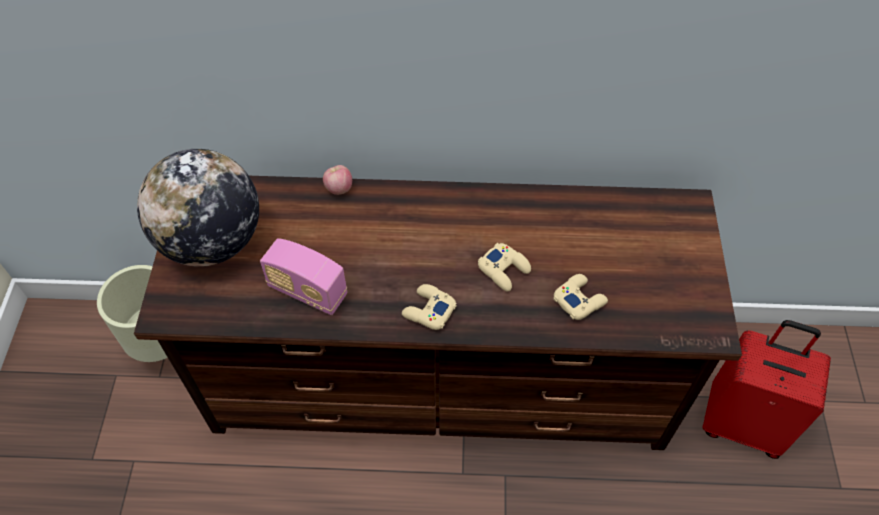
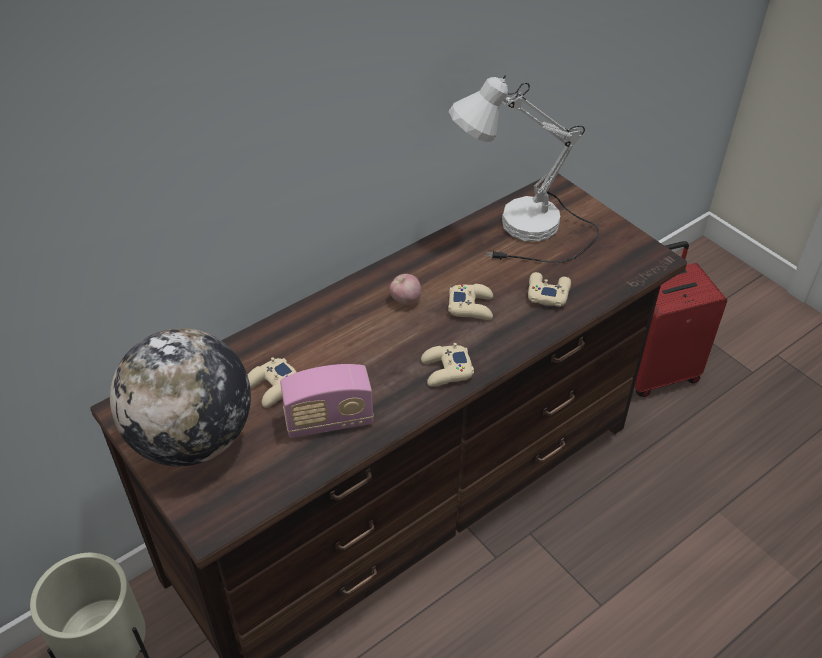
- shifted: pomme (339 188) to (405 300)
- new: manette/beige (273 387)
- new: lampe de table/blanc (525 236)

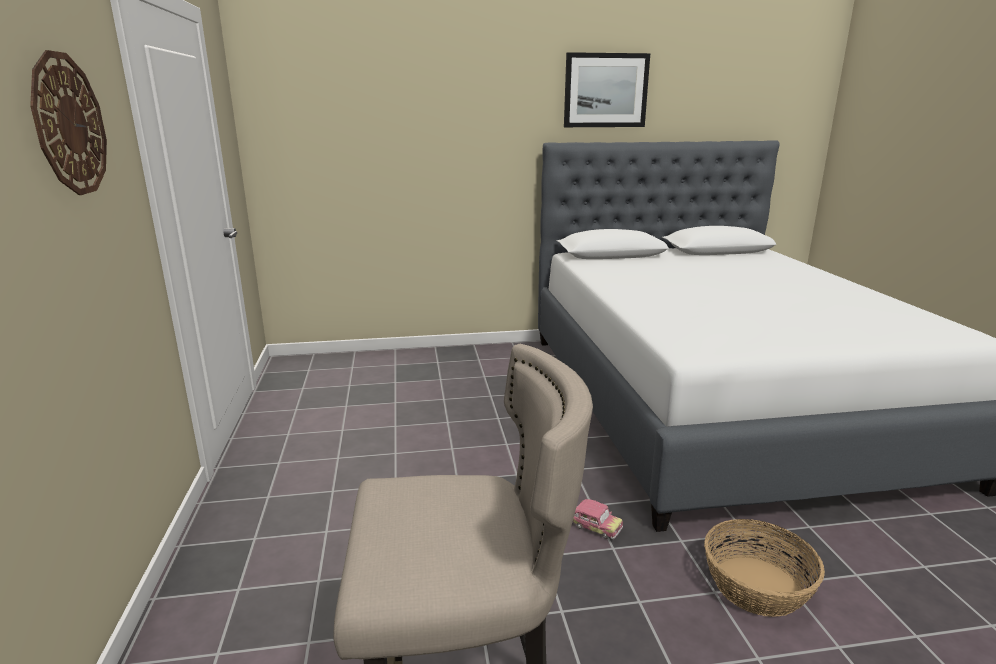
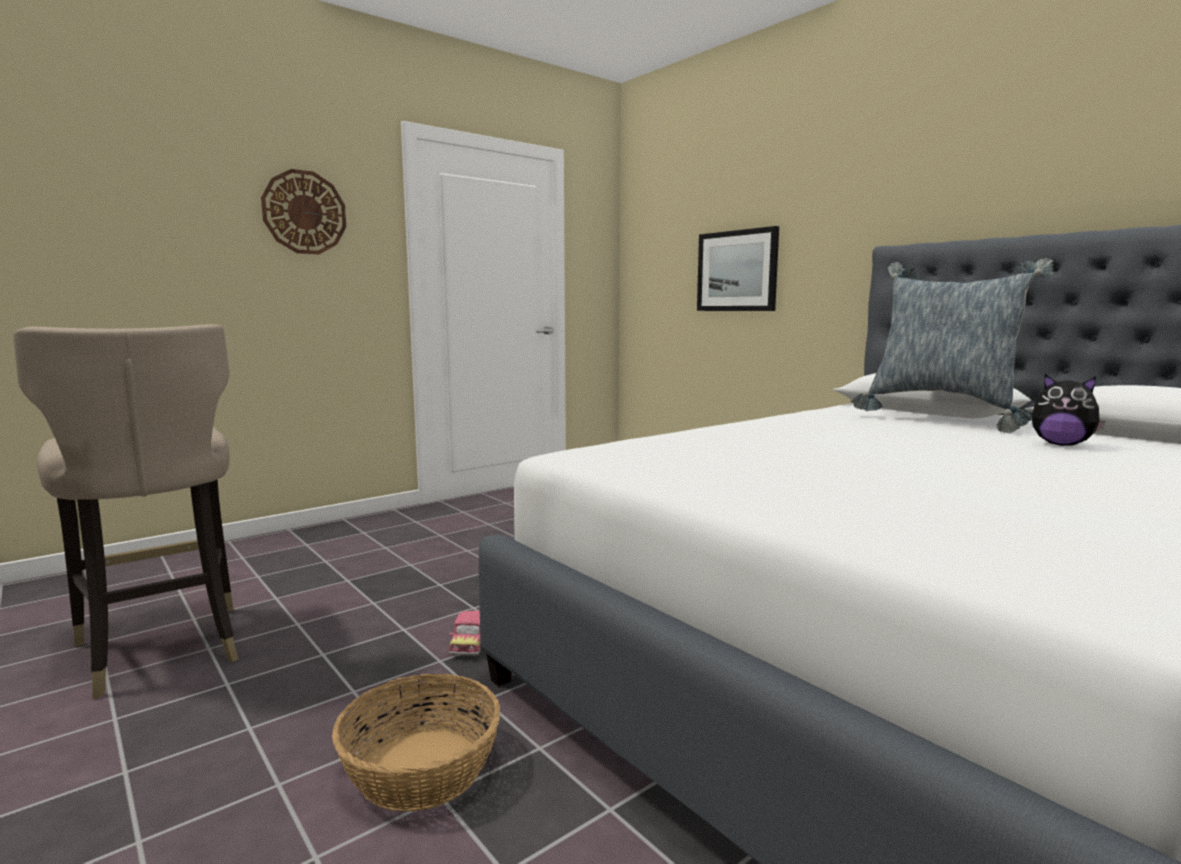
- shifted: tableau (605 90) to (737 271)
- new: coussin (941 421)
- new: peluche (1061 445)

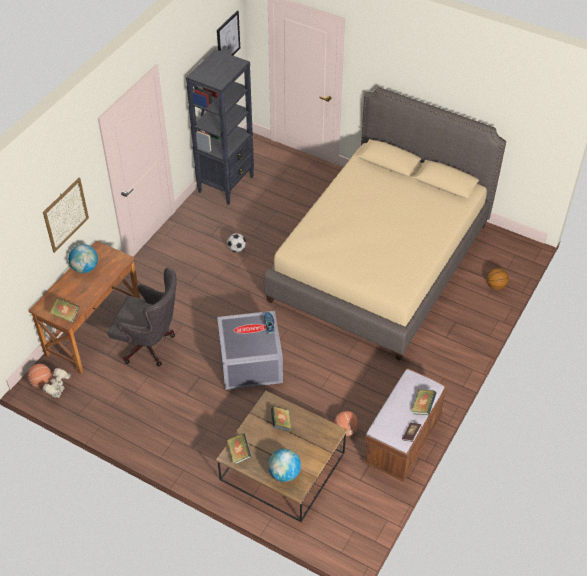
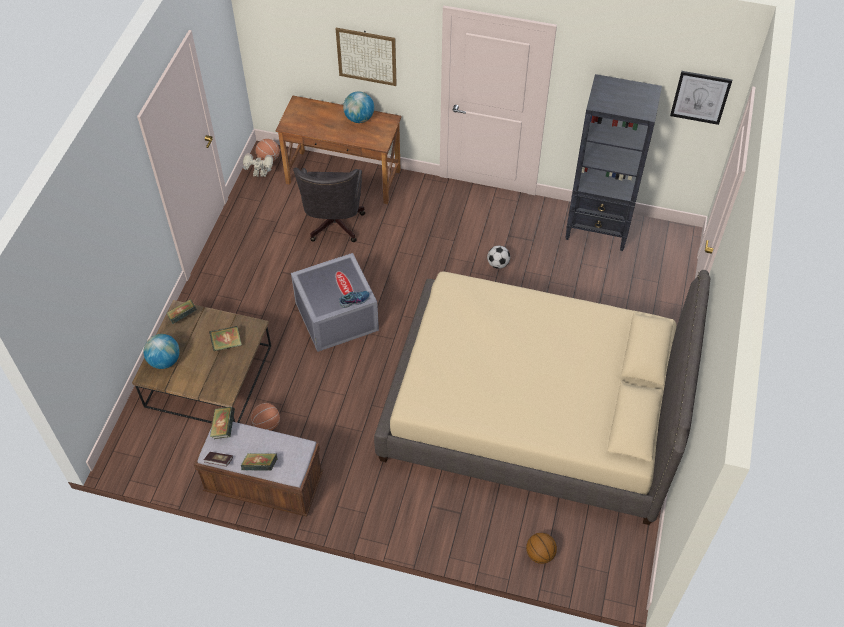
- shifted: livre (66 315) to (224 428)

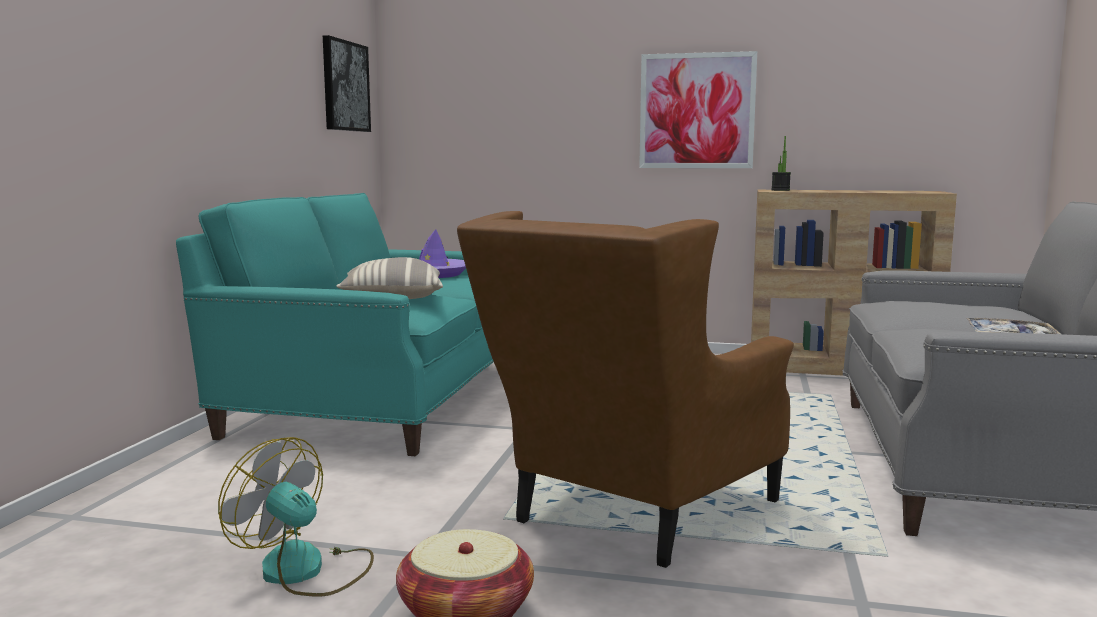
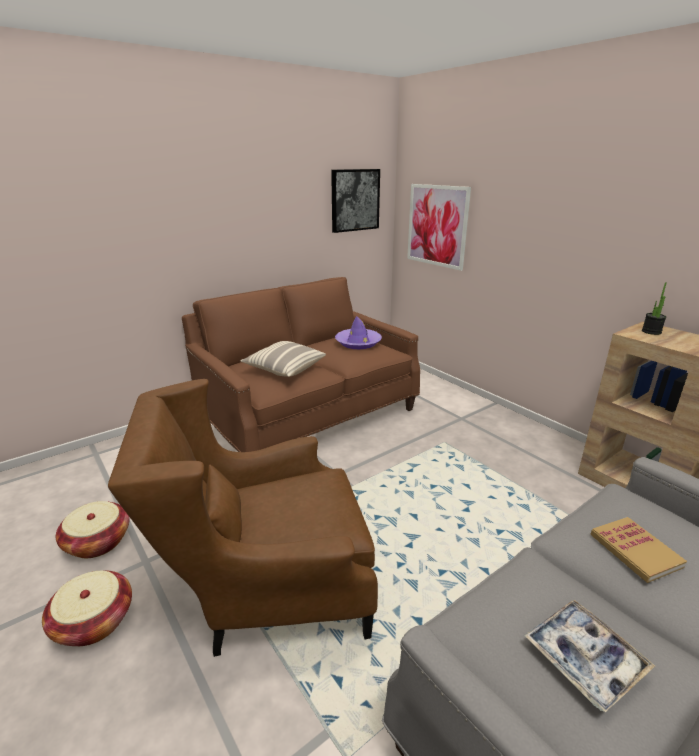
- repainted: canapé/turquoise (378 399) to canapé/marron (307 412)
- swapped: ventilateur (305 571) to panier (98 542)
- shifted: tableau (697 111) to (437 226)
- new: livre (635 550)

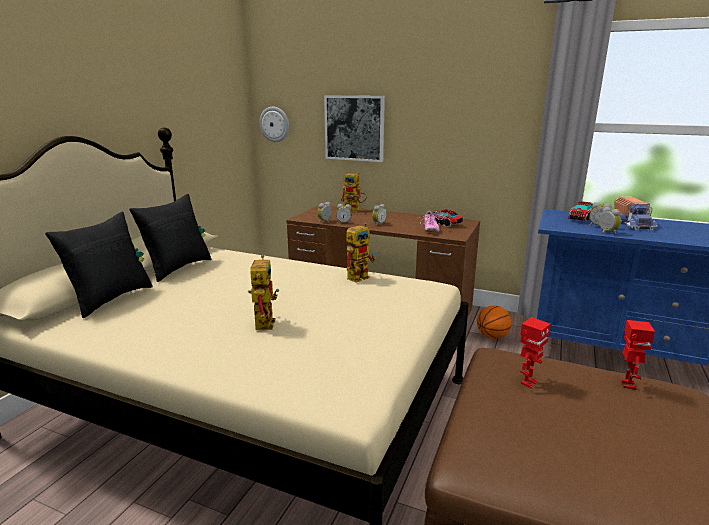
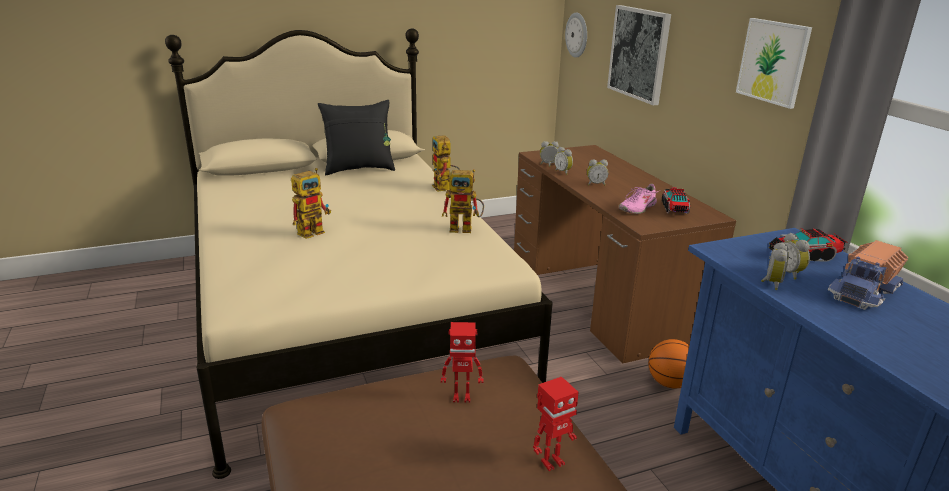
- gone: coussin/noir (111 299)
- shifted: robot jouet (355 210) to (444 189)
- new: tableau (773 62)

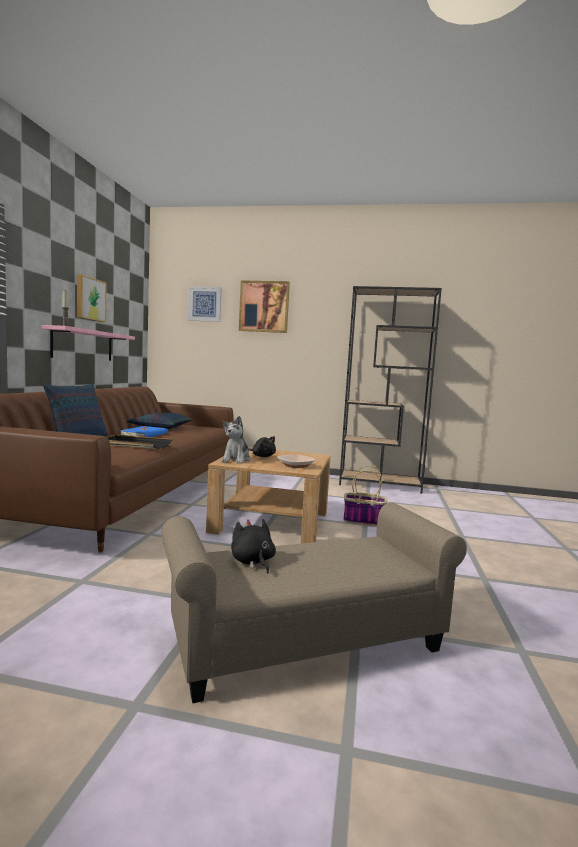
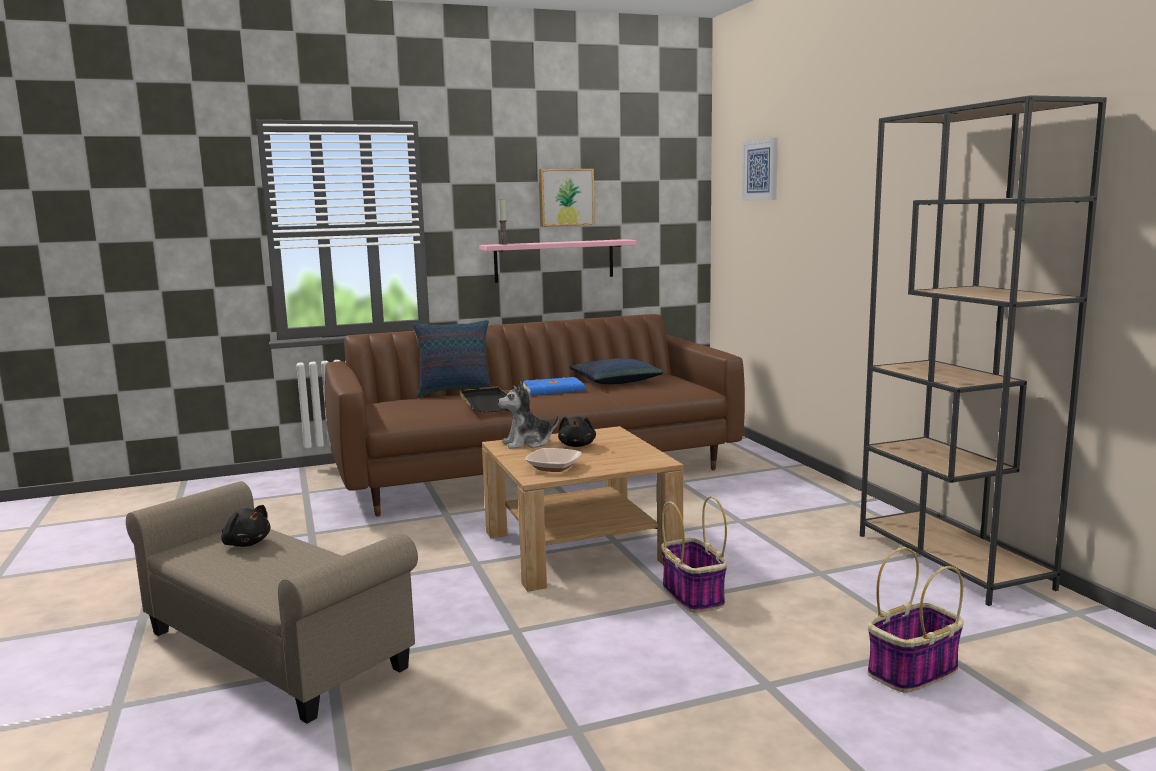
- rotated: peluche/noir (253 562) = (246 543) 90 degrees clockwise
- gone: tableau (264 306)
- new: panier (912 672)

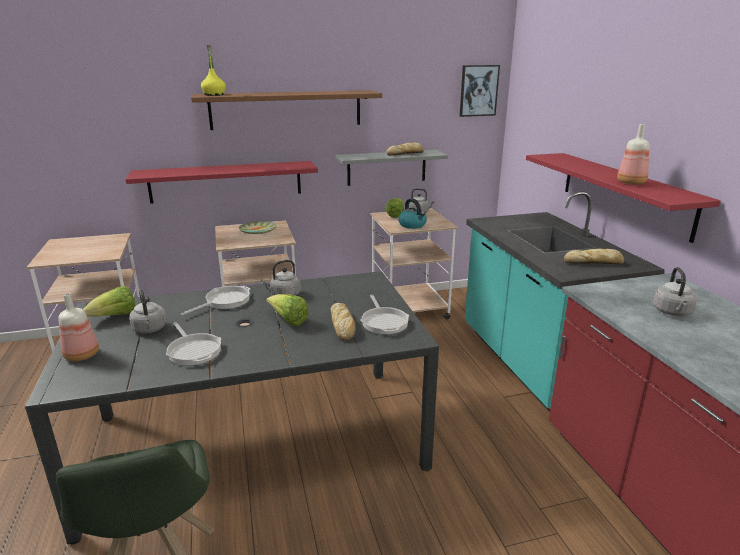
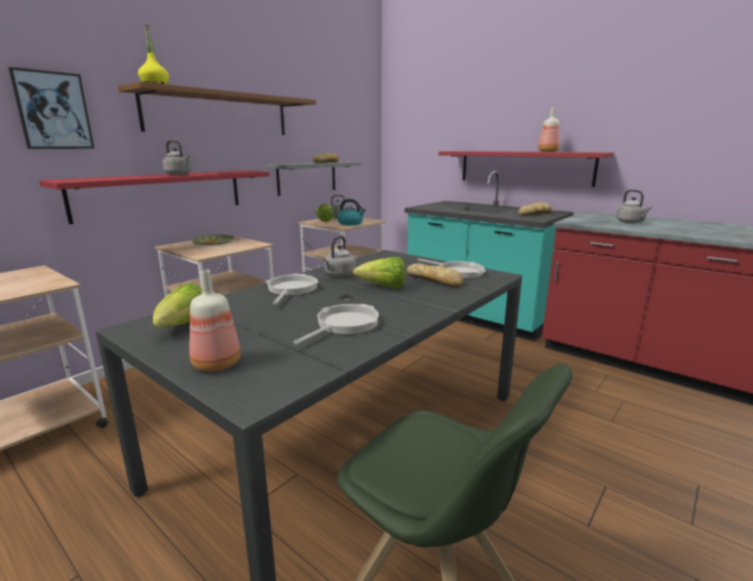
- shifted: bouilloire/gris (150 329) to (179 174)
- rotated: poêle (193 350) = (344 325) 75 degrees counterclockwise
- shifted: tableau (478 90) to (53 111)

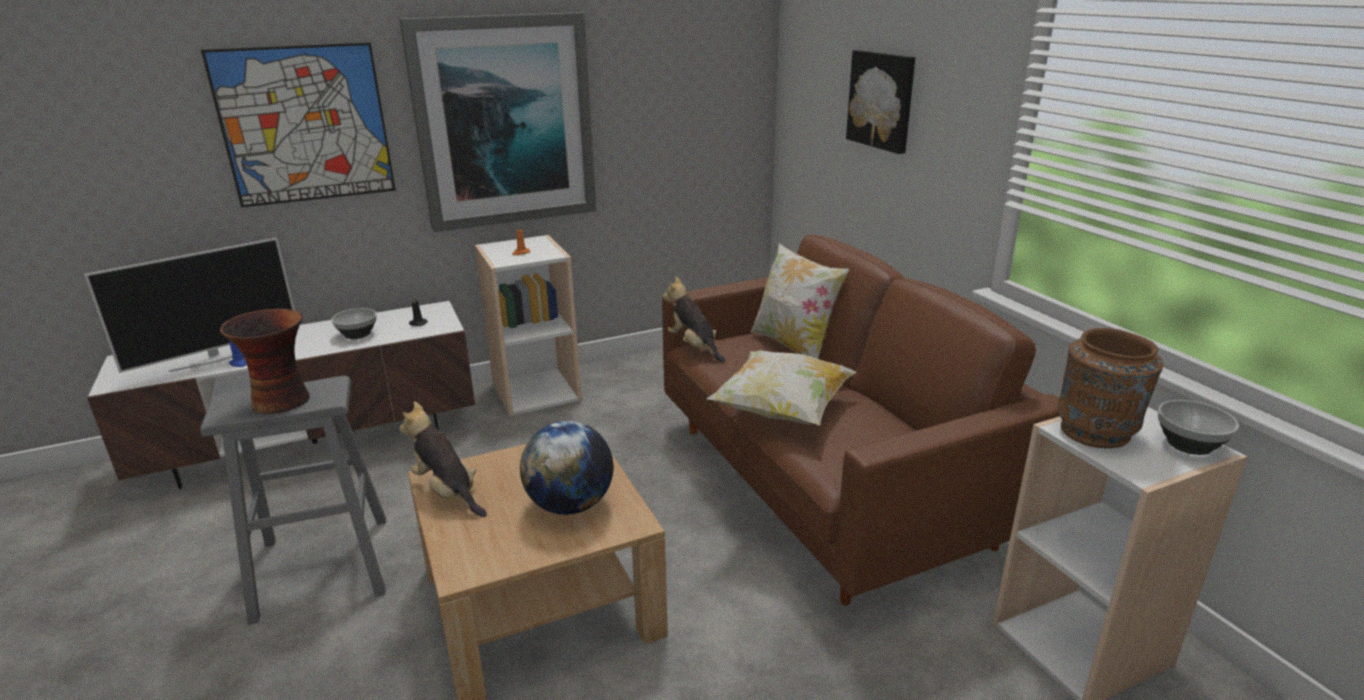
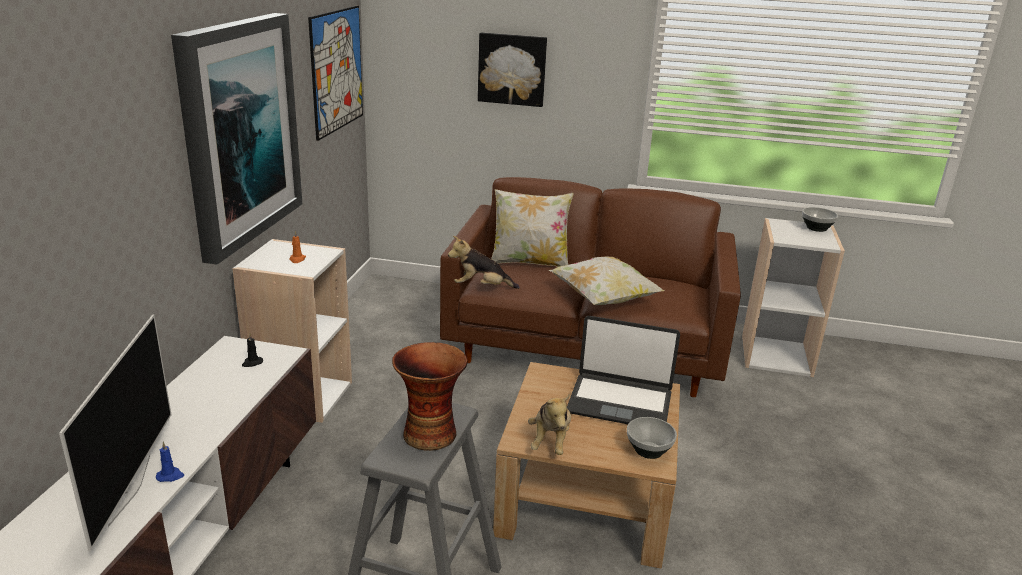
- shifted: tableau (305 125) to (337 70)
- shifted: bol (358 334) to (648 450)
- rotated: peluche (448 492) = (550 441) 75 degrees counterclockwise
- swapped: globe (570 505) to ordinateur portable (619 402)
- gone: vase/marron (1096 433)

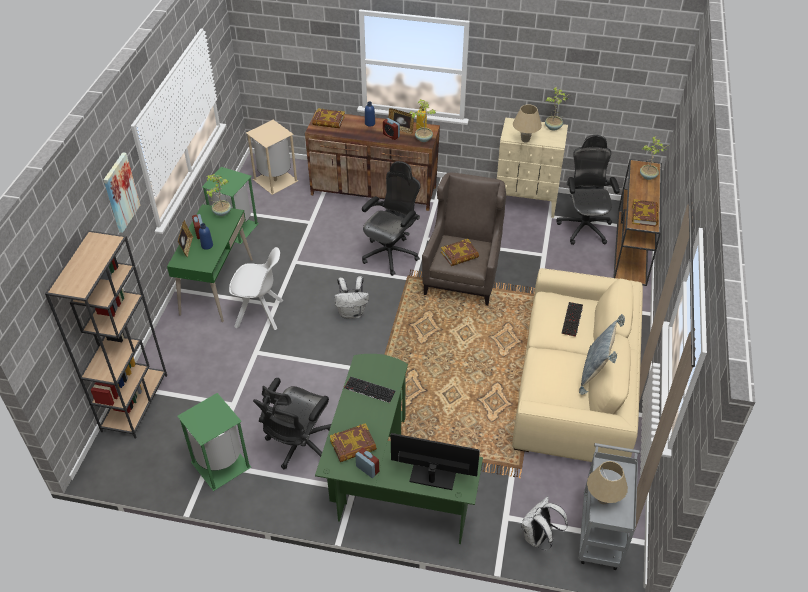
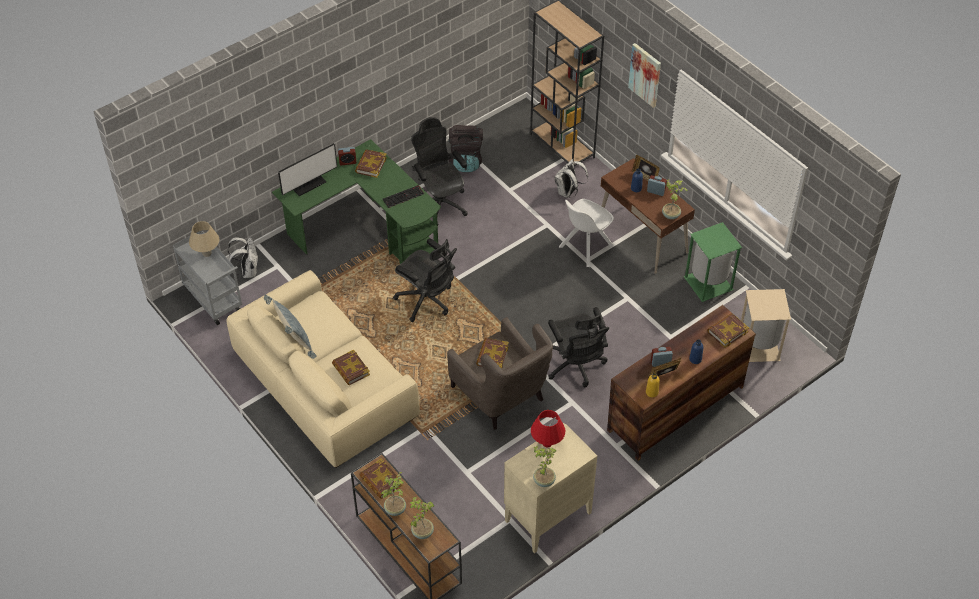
- repainted: bureau/vert (216 286) to bureau/marron (642 237)
- swapped: poubelle/vert (219 464) to sac à dos/noir (466 161)
- shifted: sac à dos/blanc (352 313) to (568 192)
- shifted: plante en pot (423 138) to (396 509)
- repainted: lampe de table/beige (525 139) to lampe de table/rouge (547 443)
- shifted: chaise de bureau (584 226) to (427 301)
- swapped: clavier (572 319) to livre (350 370)

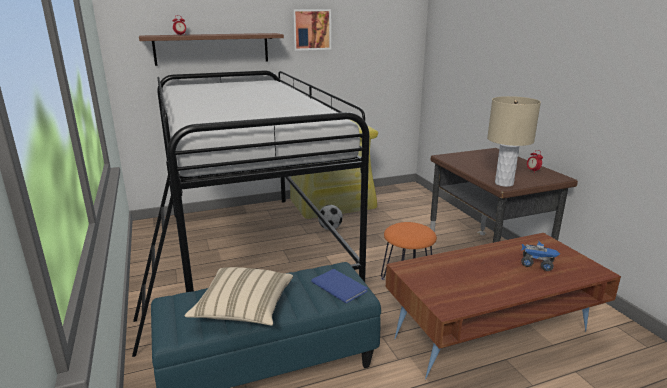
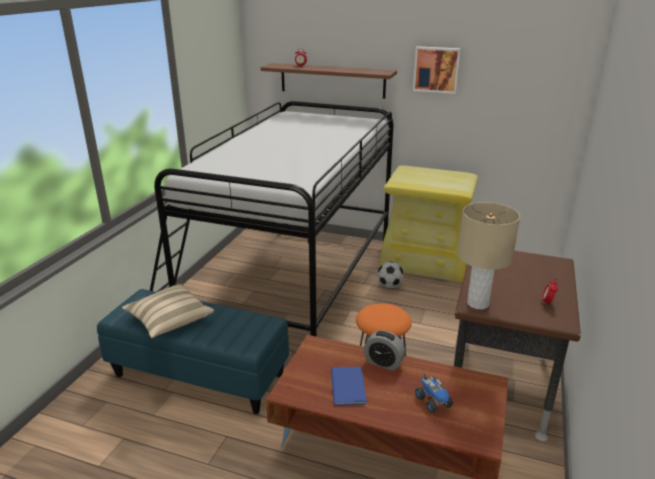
- shifted: livre/bleu (339 285) to (349 385)
- new: réveil (383 363)

